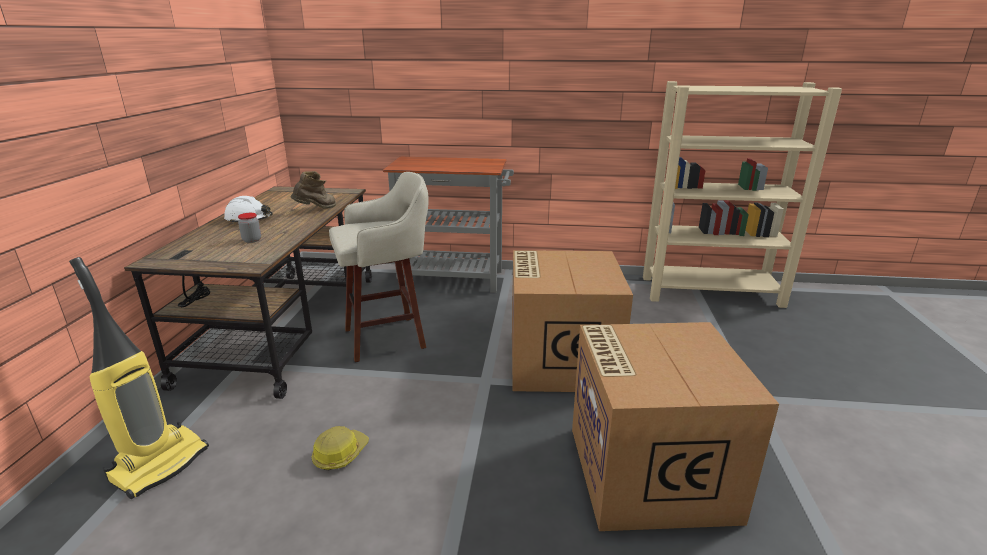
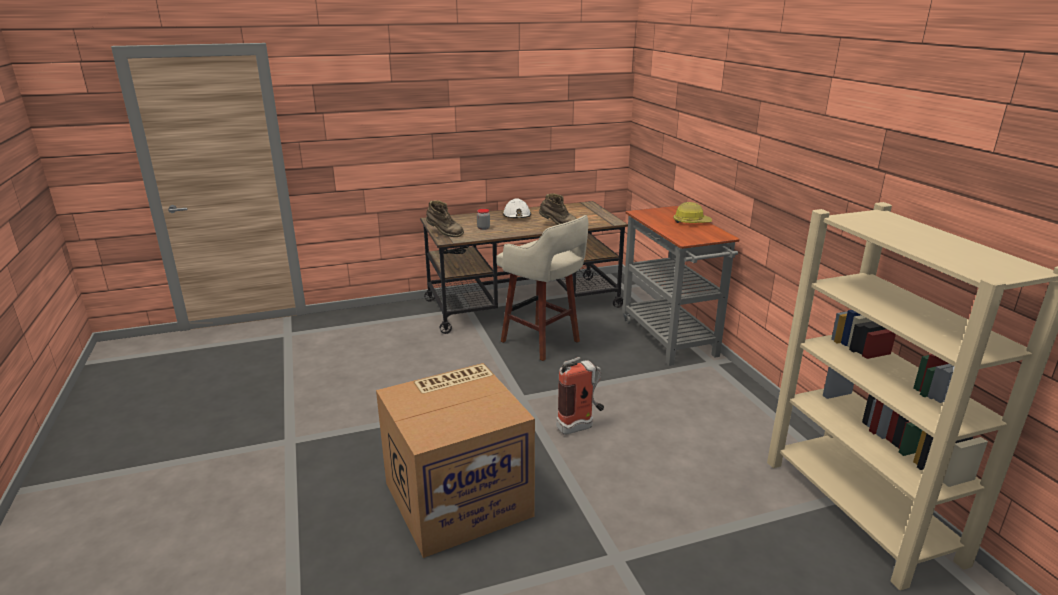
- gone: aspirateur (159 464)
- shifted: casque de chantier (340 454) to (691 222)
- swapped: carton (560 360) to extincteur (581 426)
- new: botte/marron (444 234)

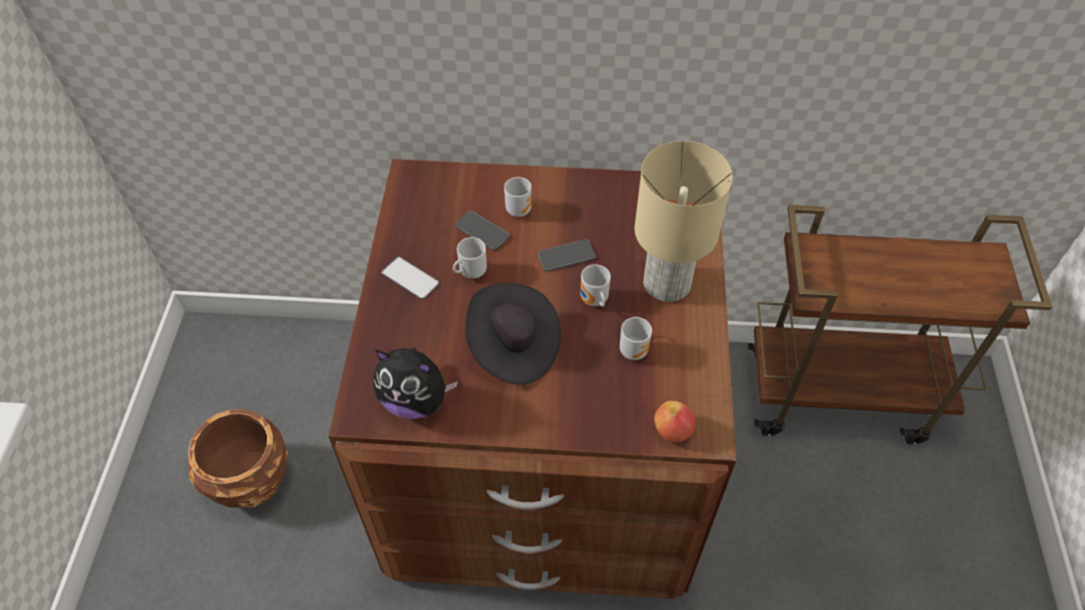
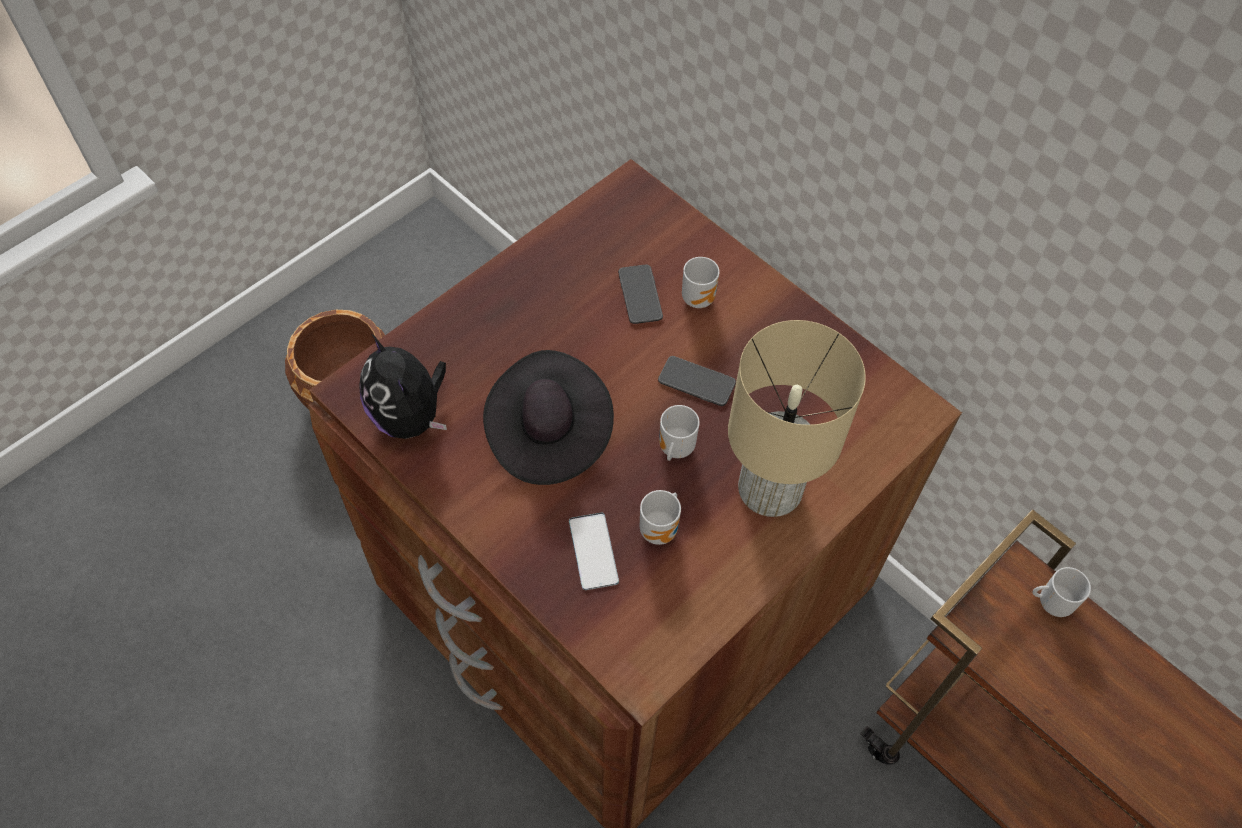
- shifted: téléphone (410 278) to (593 551)
- shifted: mug (470 272) to (1051 602)
- gone: pomme (672 431)

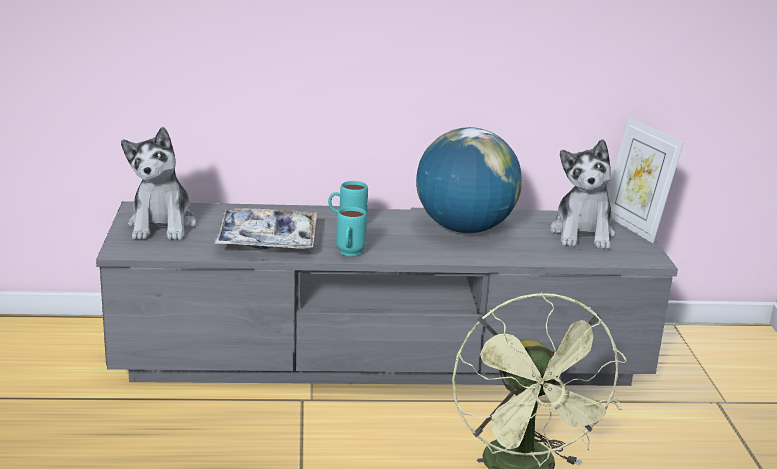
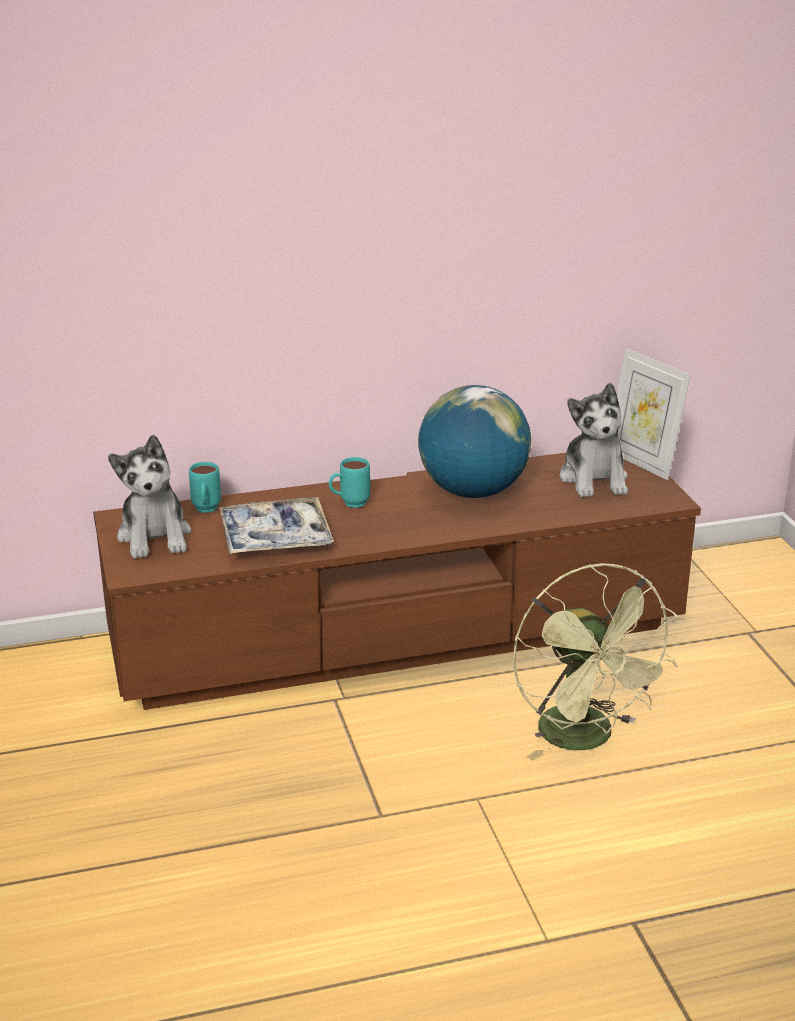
- repainted: meuble télé/gris (382 356) to meuble télé/marron (398 636)
- shifted: mug/turquoise (349 255) to (206 511)

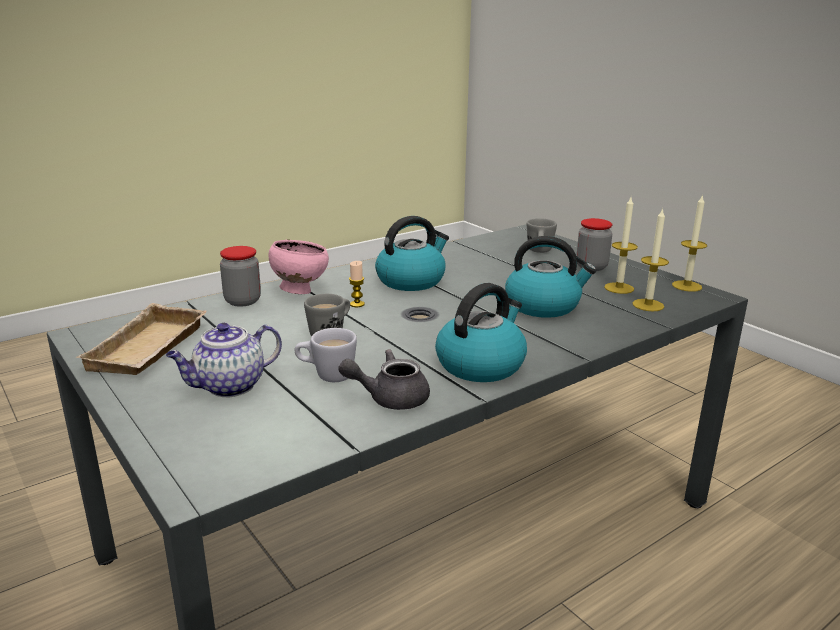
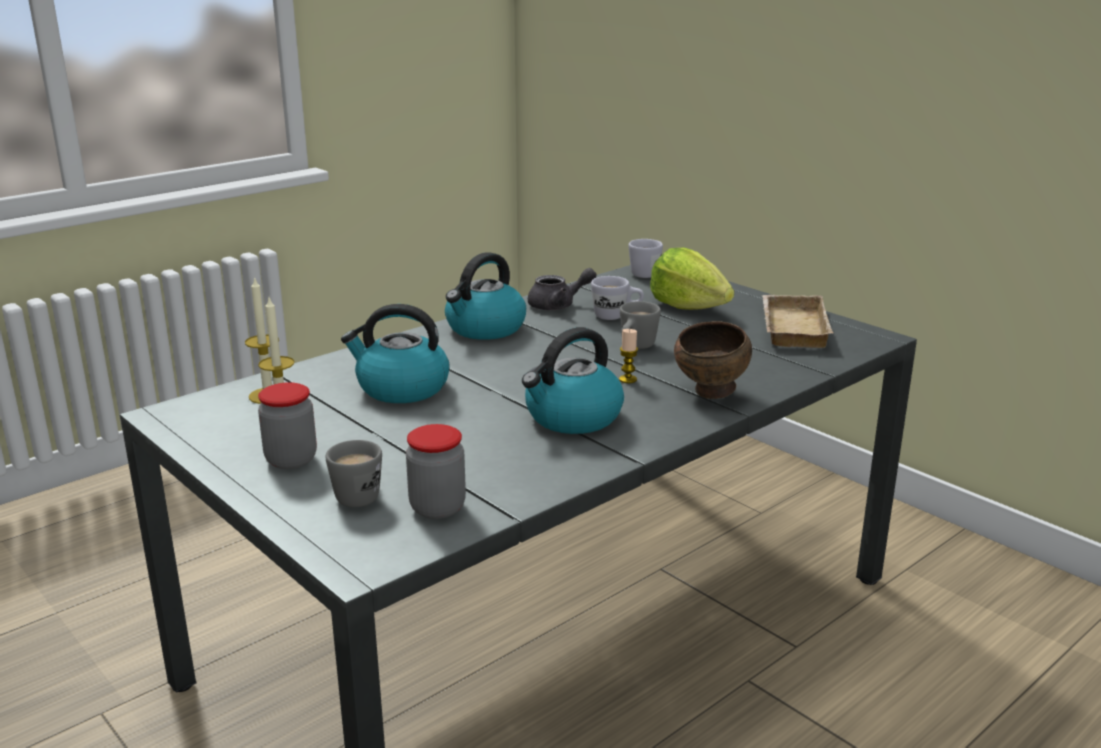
- swapped: théière (229 386) to laitue (688 307)
- shifted: bocal (242 301) to (437 508)
- repainted: bol/rose (299 291) to bol/marron (711 394)
- gone: bougie (686 286)
- new: mug/blanc (643 273)

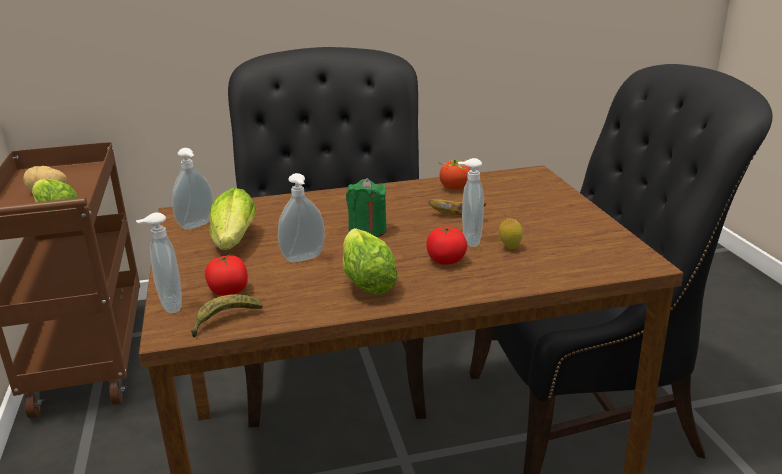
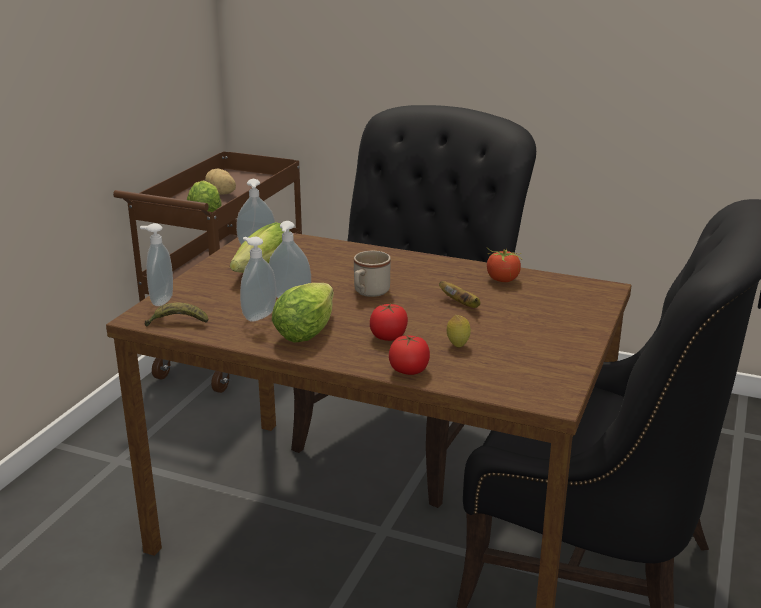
- shifted: tomate (229 291) to (409 370)
- swapped: bougie/vert (367 231) to mug/beige (369 293)
- shifted: distributeur de savon (469 240) to (258 315)

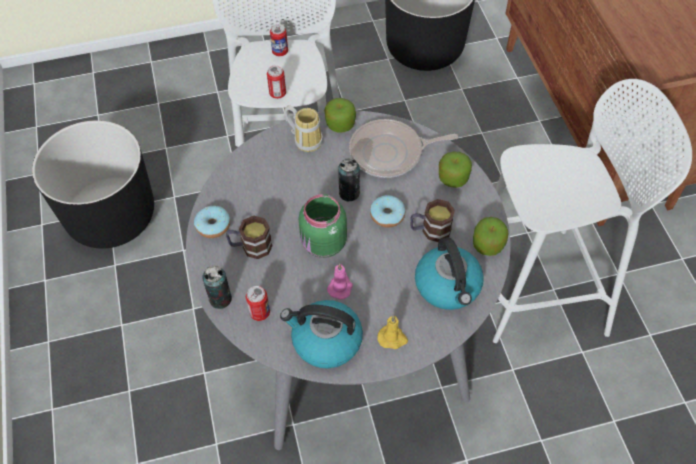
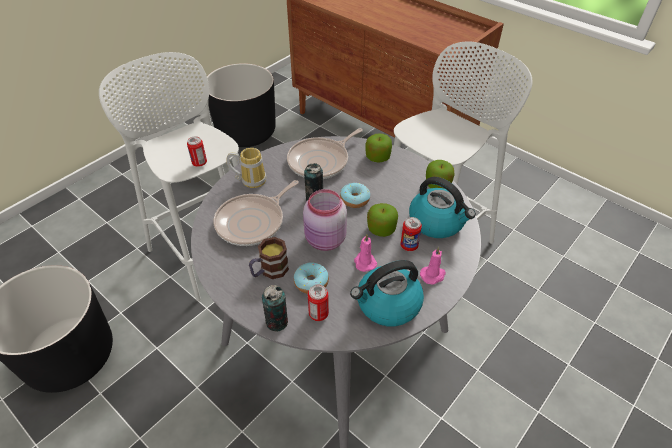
- shifted: beignet (213 226) to (311 282)
- shifted: boîte métallique (280 52) to (409 245)
- repainted: bocal/vert (323 244) to bocal/rose (325 241)
- shifted: pomme (340 124) to (381 229)
- repainted: bougie/jaune (392 338) to bougie/rose (433 275)
- gone: mug (430 230)
- new: poêle (253 222)

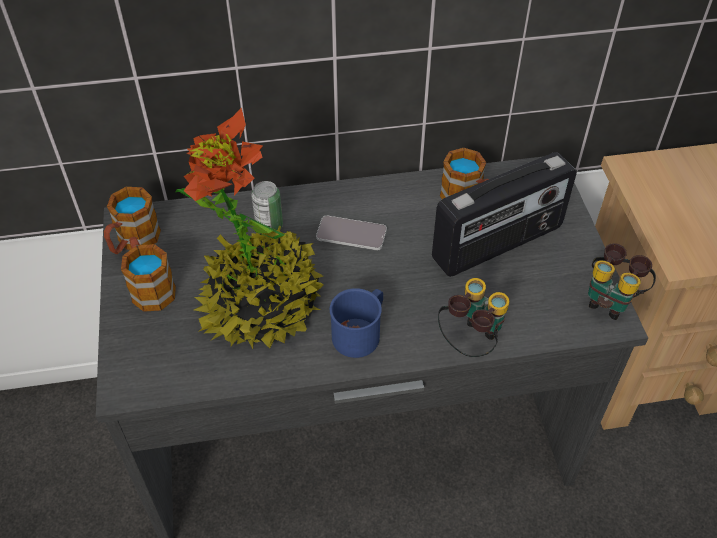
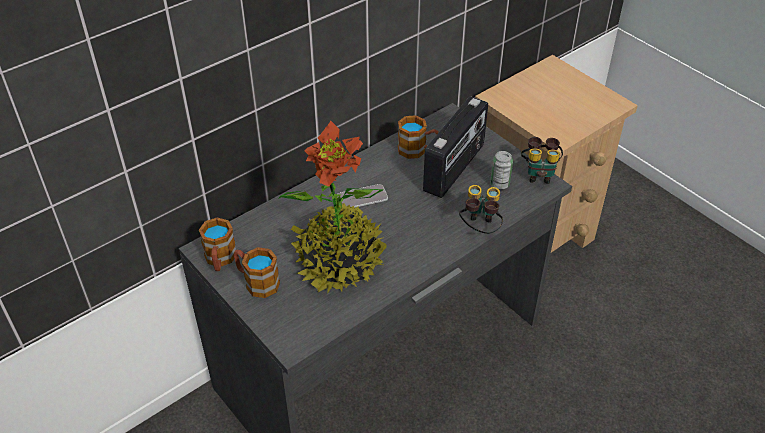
- shifted: boîte métallique (269 226) to (499 184)
- gone: mug/bleu (360 332)

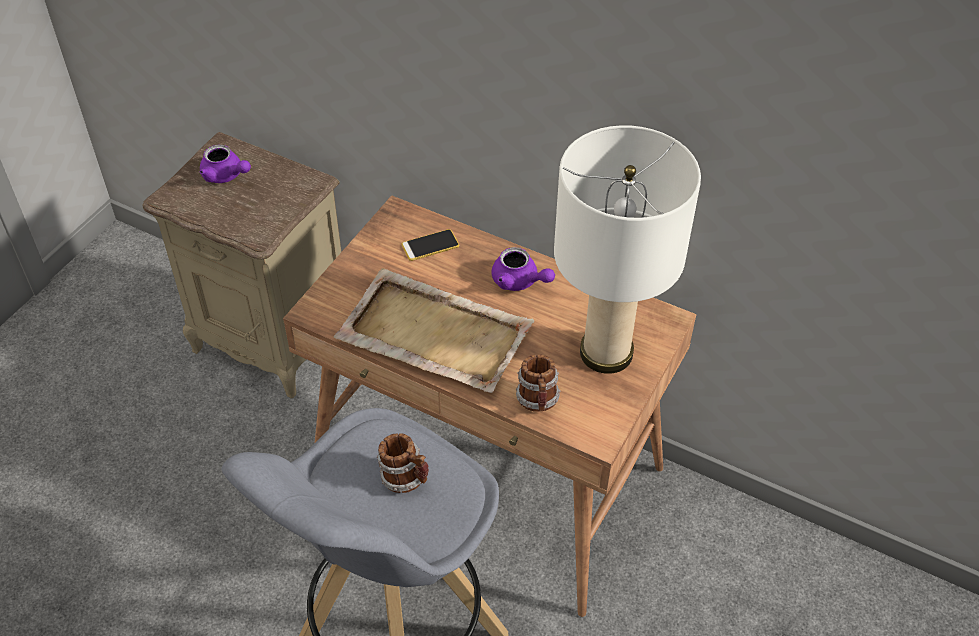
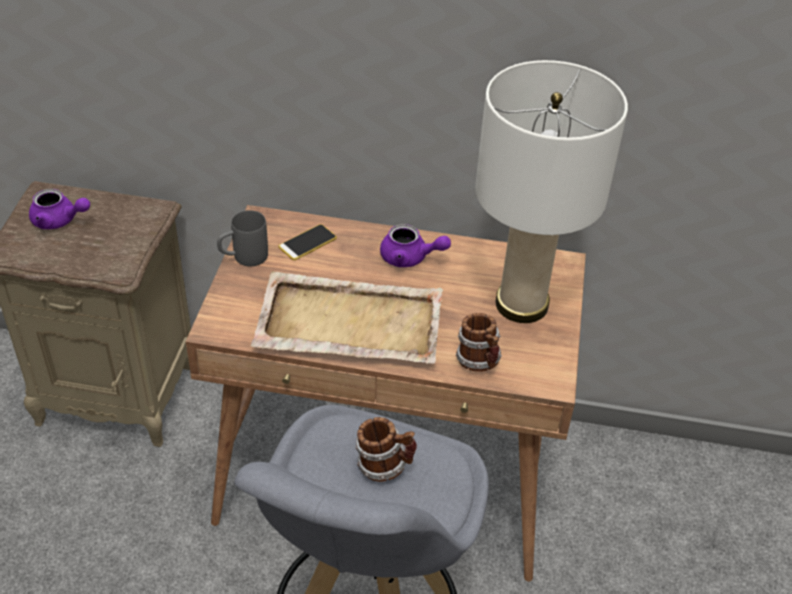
- new: mug/gris (243 258)

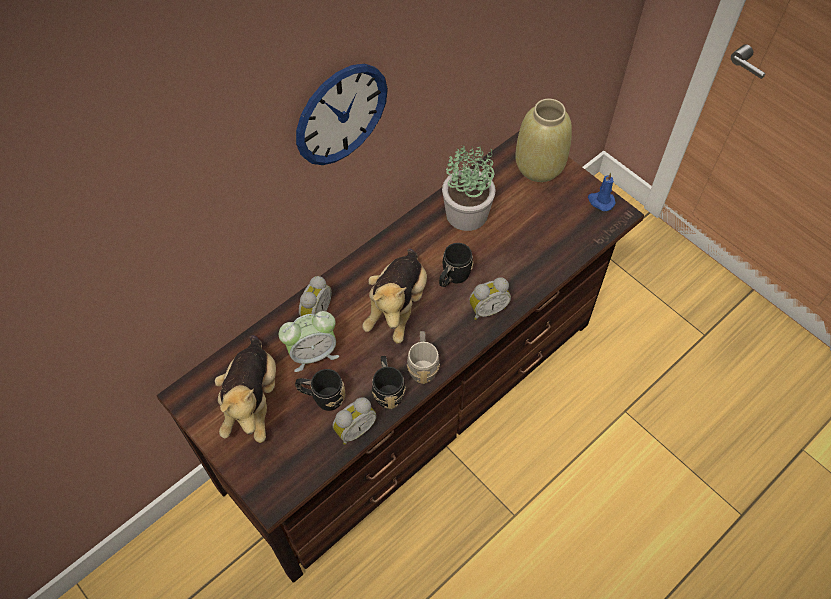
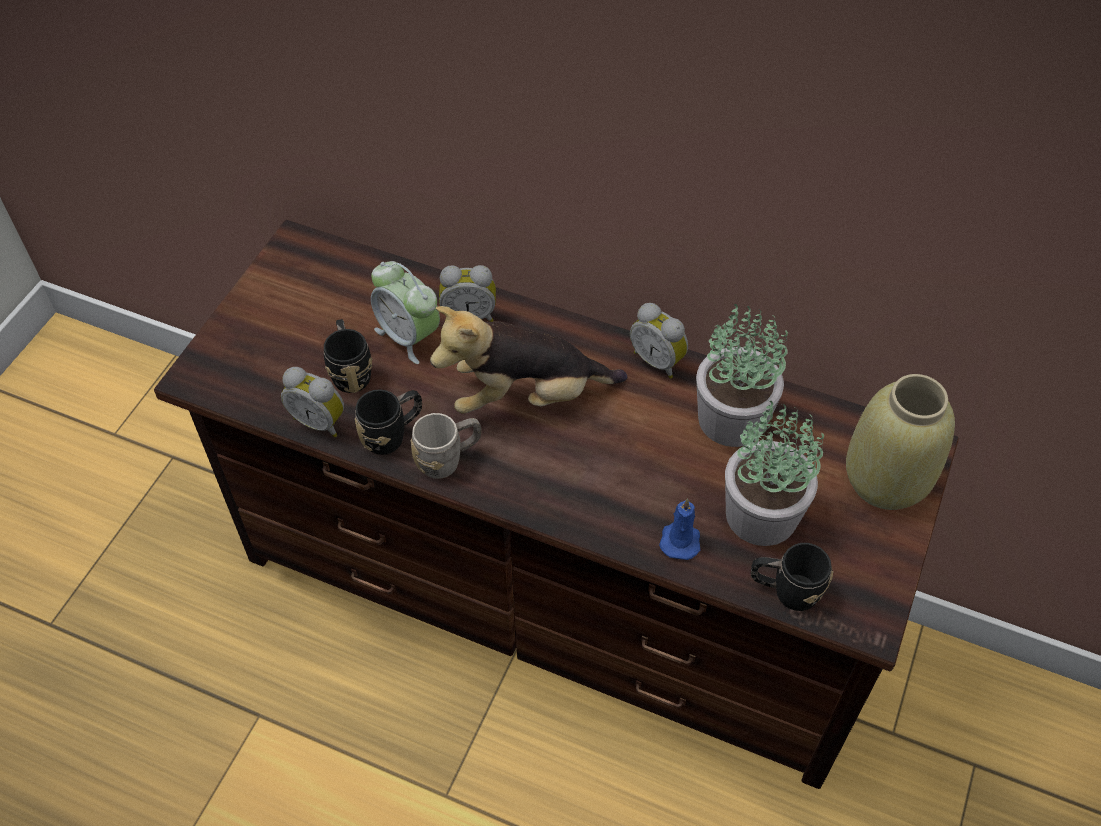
- gone: peluche (252 400)
- gone: horloge murale (341 114)
- shifted: mug/noir (453 278) to (785 591)
- shifted: réveil (487 309) to (658 360)
- shifted: bougie/bleu (600 201) to (680 539)
- new: plante en pot (760 516)

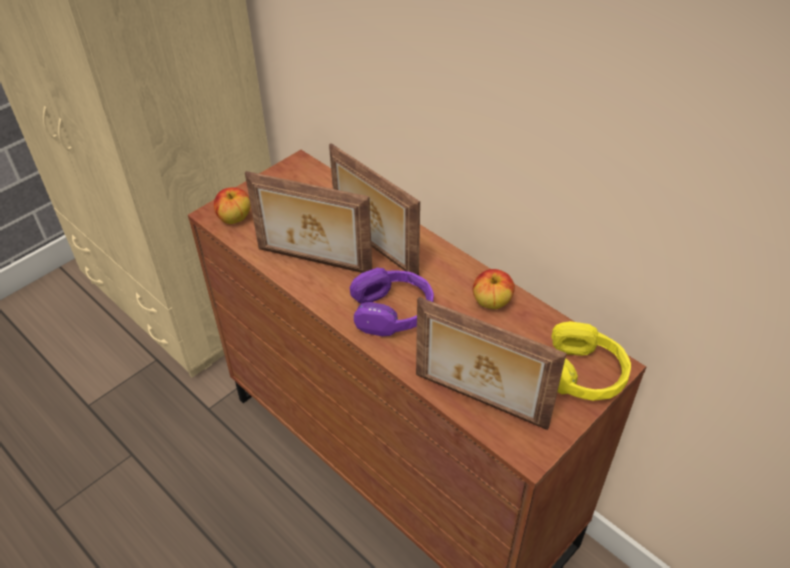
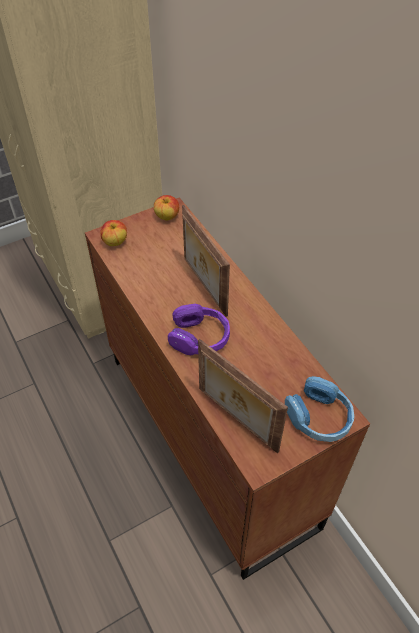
- gone: cadre photo (313 262)
- shifted: pomme (492 302) to (167 216)
- repainted: casque audio/jaune (581 374) to casque audio/bleu (319 417)

